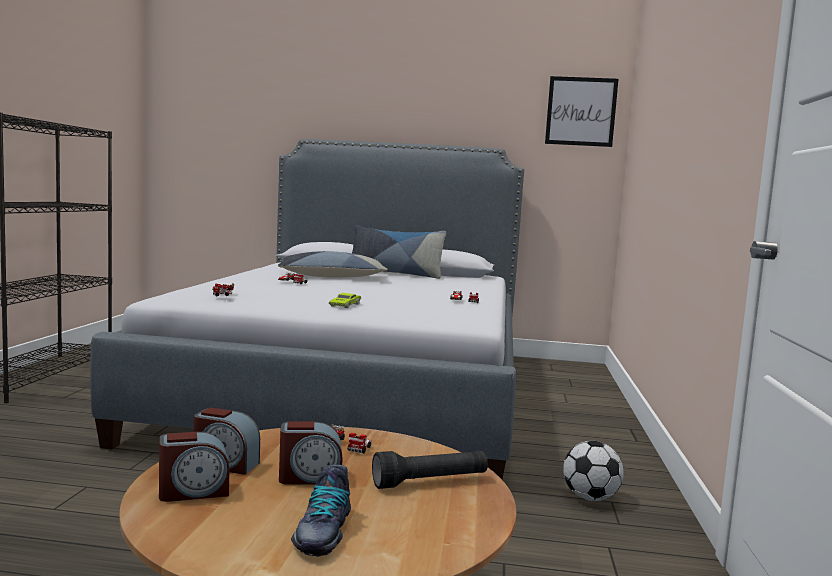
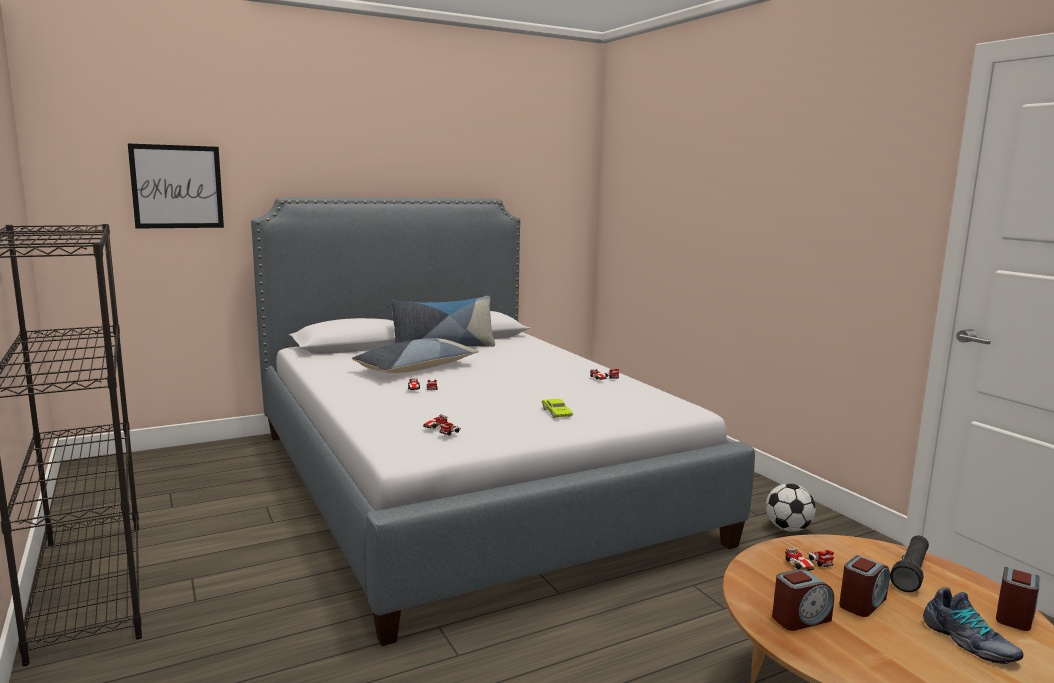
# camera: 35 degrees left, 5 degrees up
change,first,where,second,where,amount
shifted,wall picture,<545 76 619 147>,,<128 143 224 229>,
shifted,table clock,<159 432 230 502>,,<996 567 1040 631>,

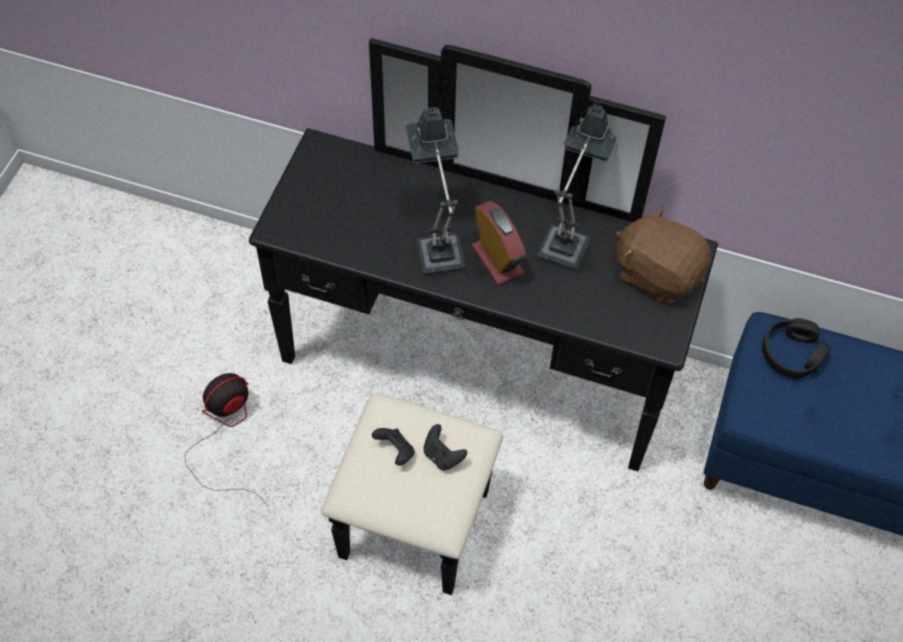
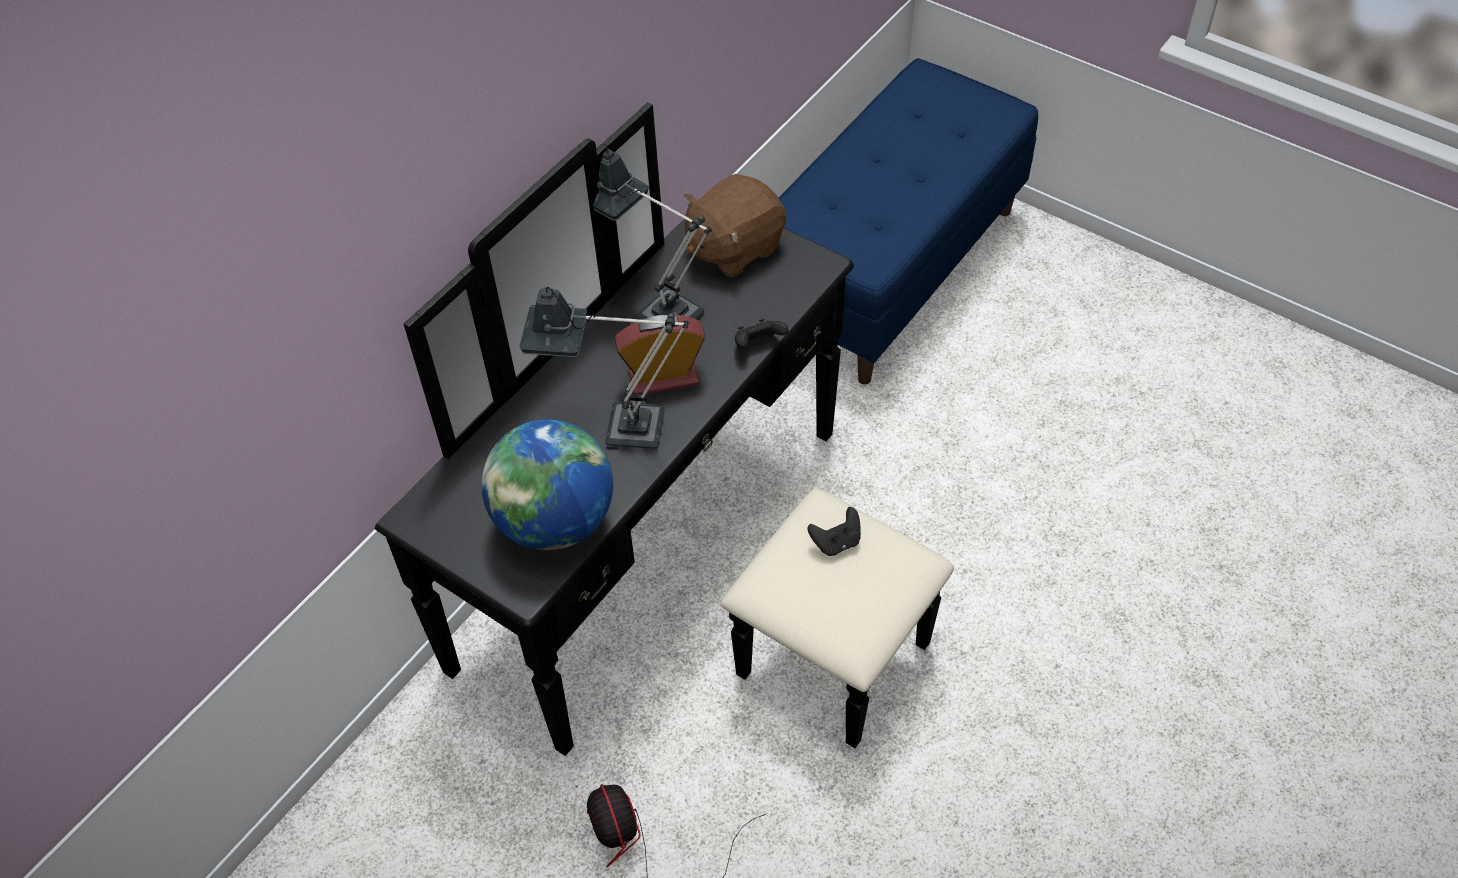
# camera: 70 degrees left, 5 degrees down
change,first,where,second,where,amount
gone,pair of headphones (blackish),<762 318 831 379>,,,
shifted,game controller (blackish),<372 428 415 465>,,<735 319 789 349>,
new,,,desk globe,<481 419 613 550>,

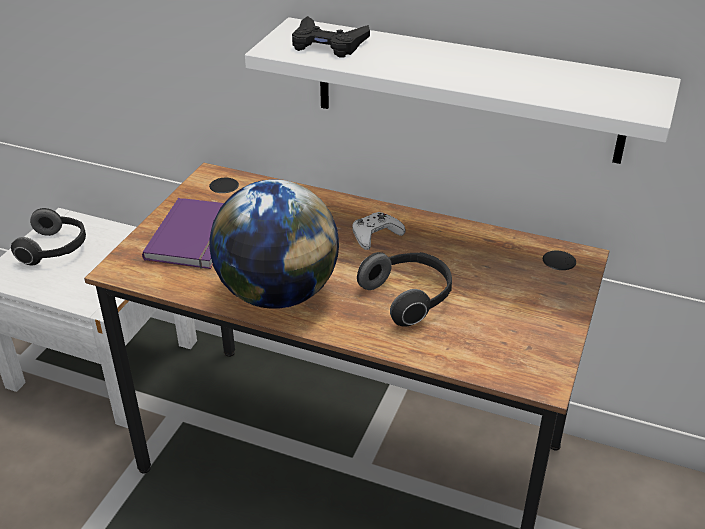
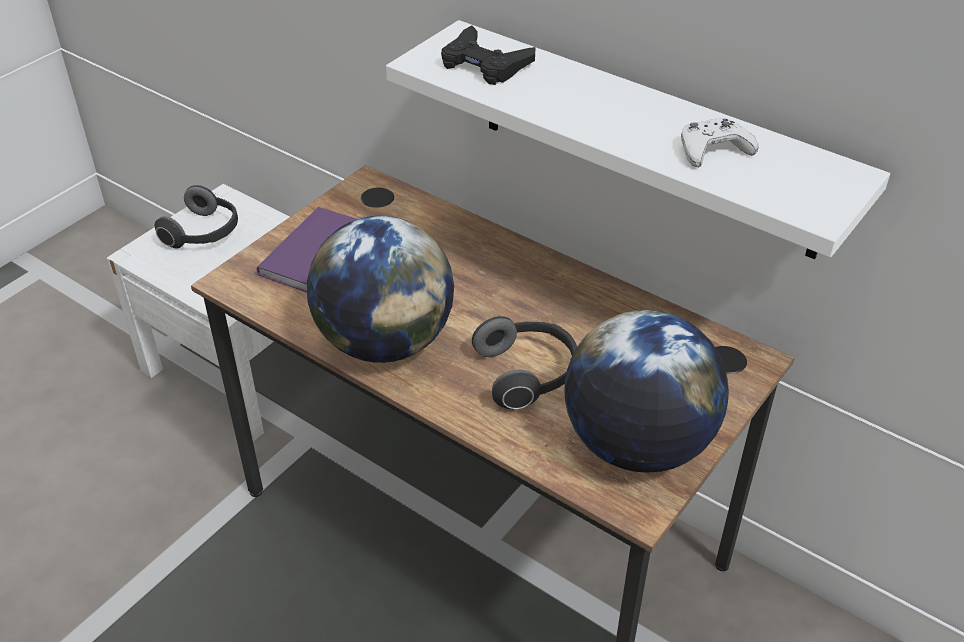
# camera: 15 degrees right, 5 degrees up
change,first,where,second,where,amount
shifted,game controller (white-coloured),<352 212 406 250>,,<681 118 759 167>,
new,,,desk globe,<564 310 729 473>,

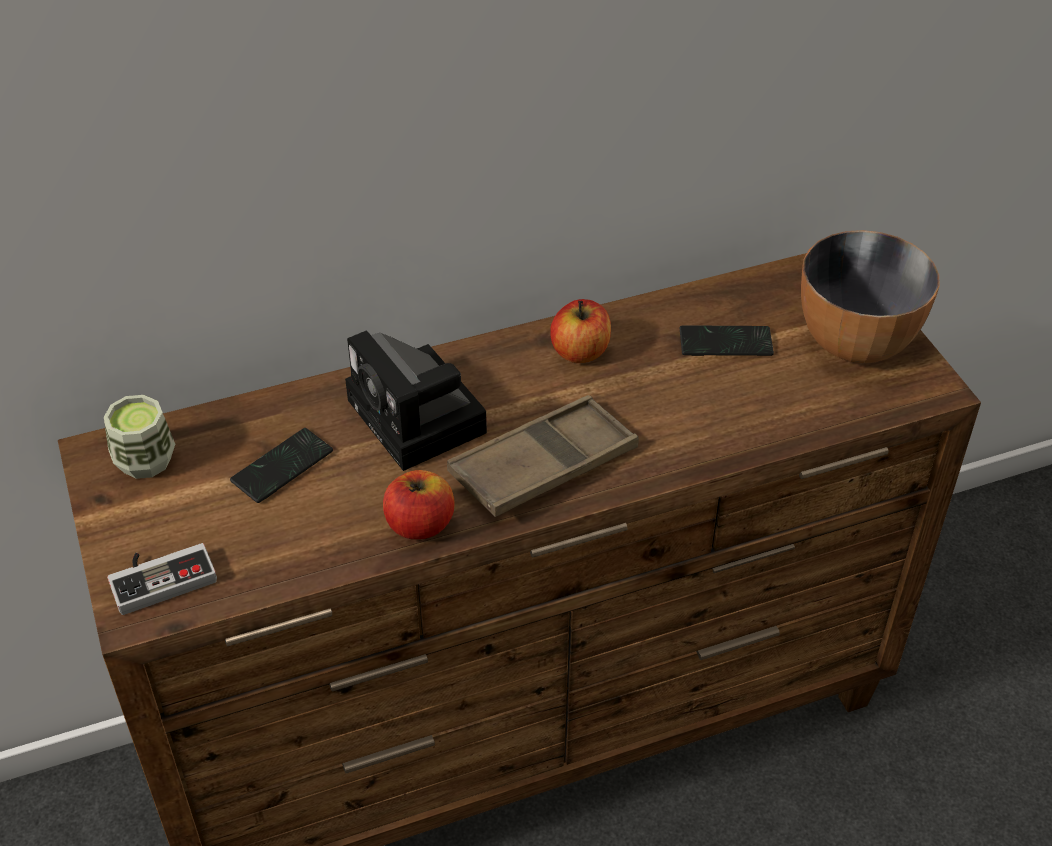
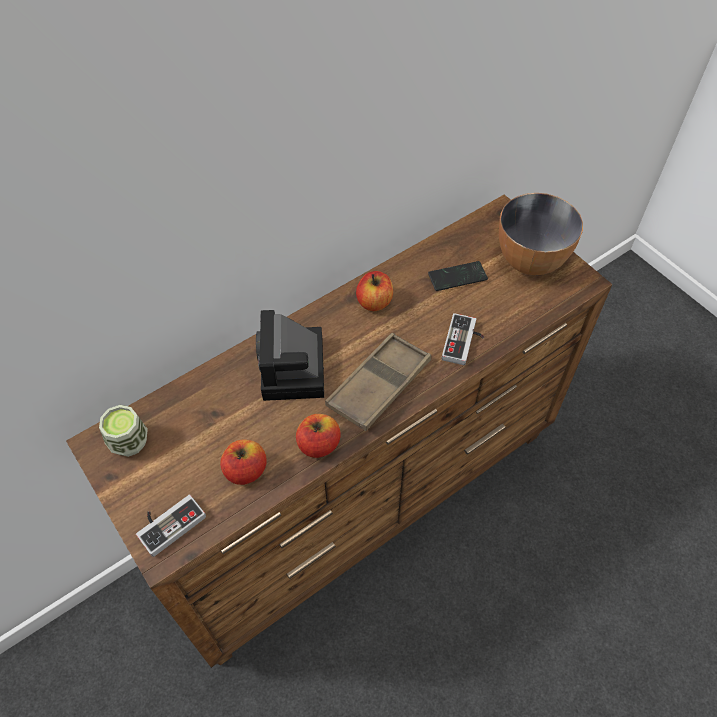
# camera: 15 degrees left, 10 degrees up
change,first,where,second,where,amount
rotated,photo camera,<345 331 487 471>,,<256 310 324 401>,45 degrees clockwise
gone,phone,<230 428 333 503>,,,
new,,,game controller,<442 313 484 365>,
new,,,whole apple,<220 439 267 485>,

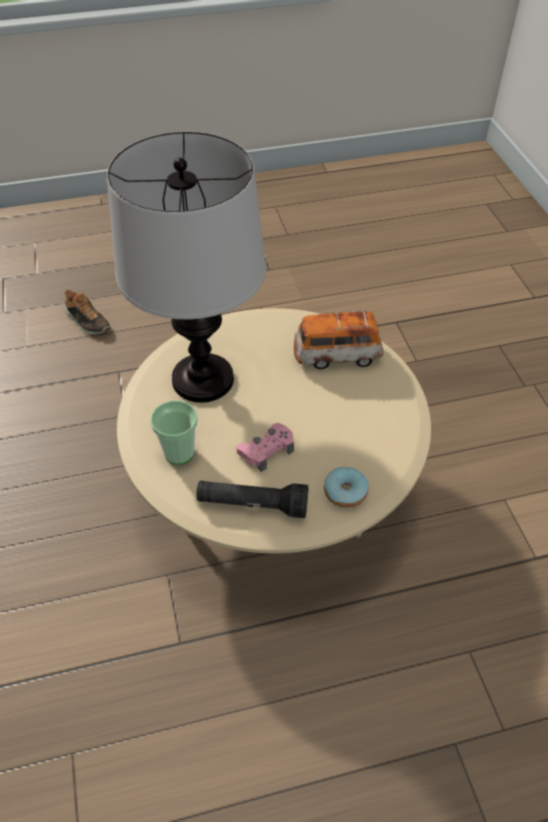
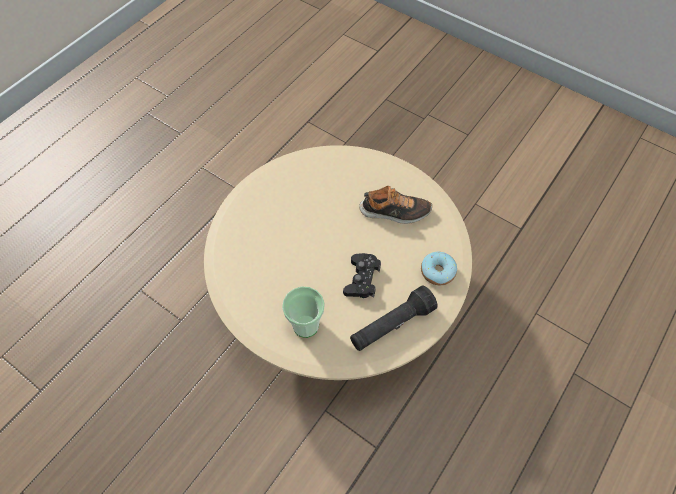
# camera: 40 degrees left, 10 degrees up
change,first,where,second,where,amount
gone,tabletop lamp,<107 132 266 403>,,,
shifted,low shoe,<65 290 111 334>,,<359 186 432 224>,
gone,model car,<294 310 383 369>,,,
repainted,game controller (pinkish),<236 423 294 472>,game controller (blackish),<343 253 381 298>,

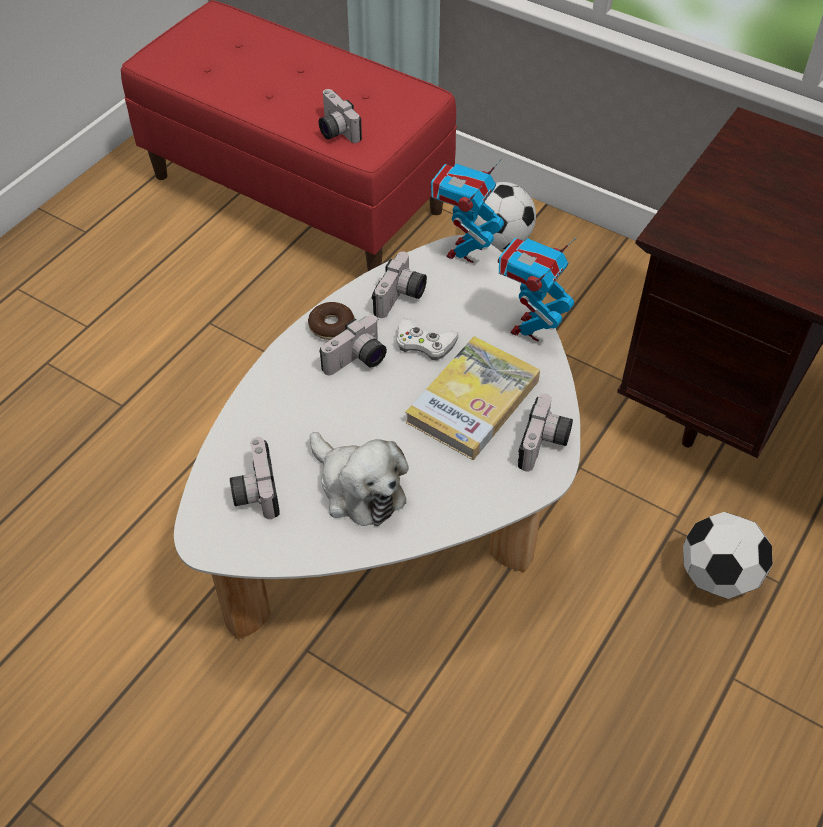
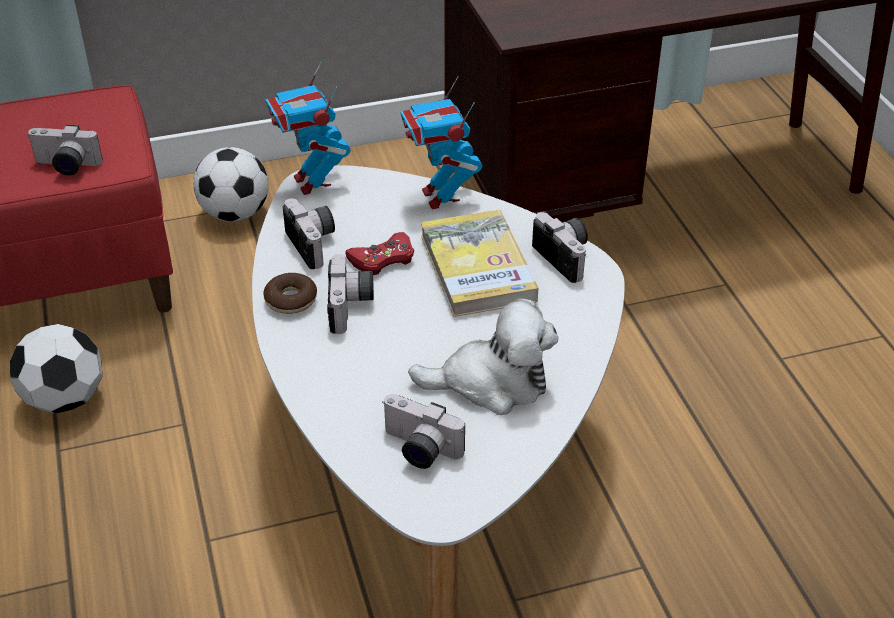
# camera: 50 degrees left, 10 degrees down
change,first,where,second,where,amount
repainted,game controller (white-coloured),<396 318 458 360>,game controller (reddish),<345 232 414 275>,
shifted,football ball,<683 512 773 599>,,<10 324 102 414>,

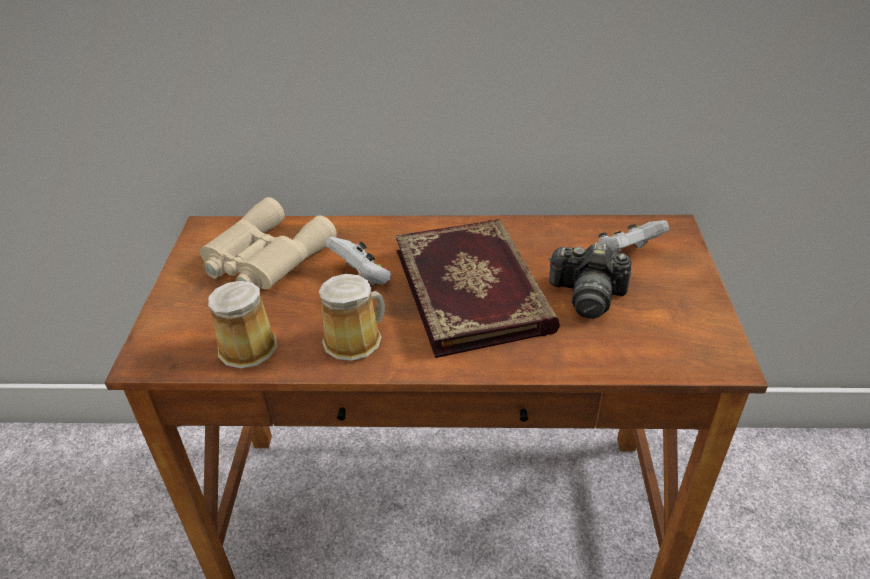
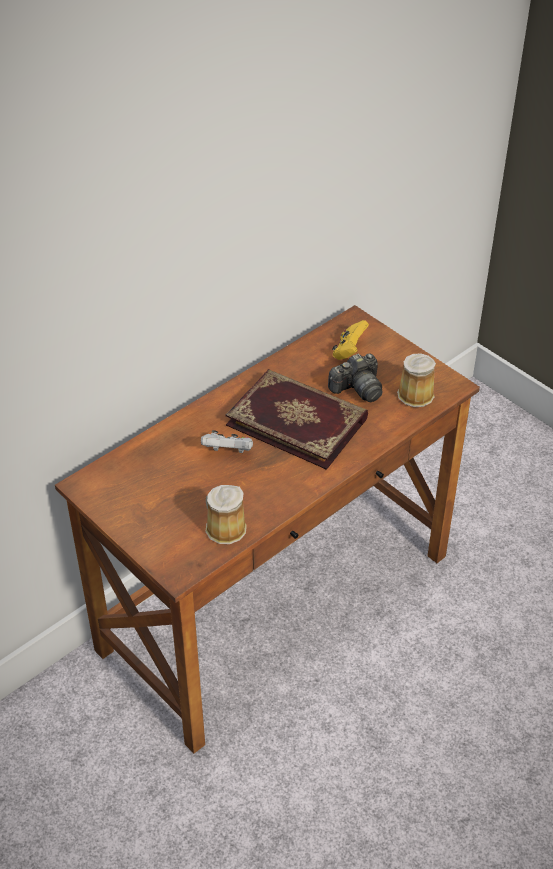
# camera: 45 degrees left, 5 degrees up
change,first,where,second,where,amount
gone,pair of binoculars (sand-coloured),<200 197 337 289>,,,
repainted,game controller (white-coloured),<597 220 669 255>,game controller (yellow-coloured),<332 320 369 360>,
shifted,coffee mug,<319 274 385 361>,,<397 353 436 407>,

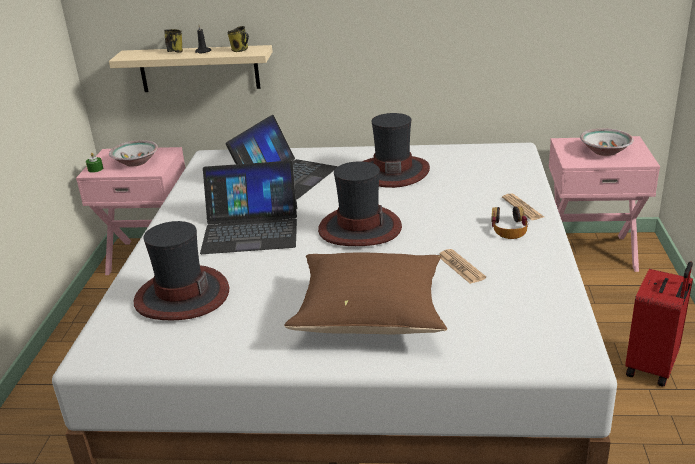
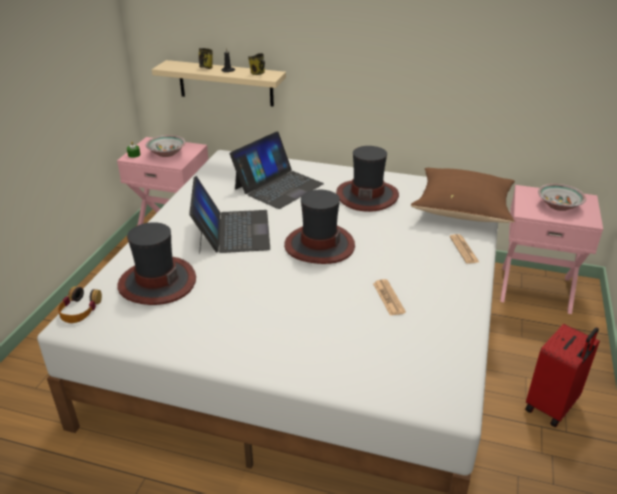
# camera: 10 degrees right, 5 degrees up
change,first,where,second,where,amount
rotated,portable computer,<200 161 297 254>,,<189 176 270 254>,105 degrees counterclockwise
shifted,pair of headphones,<491 206 528 239>,,<58 286 102 323>,
shifted,throw pillow (brown-coloured),<284 253 447 334>,,<411 168 515 223>,

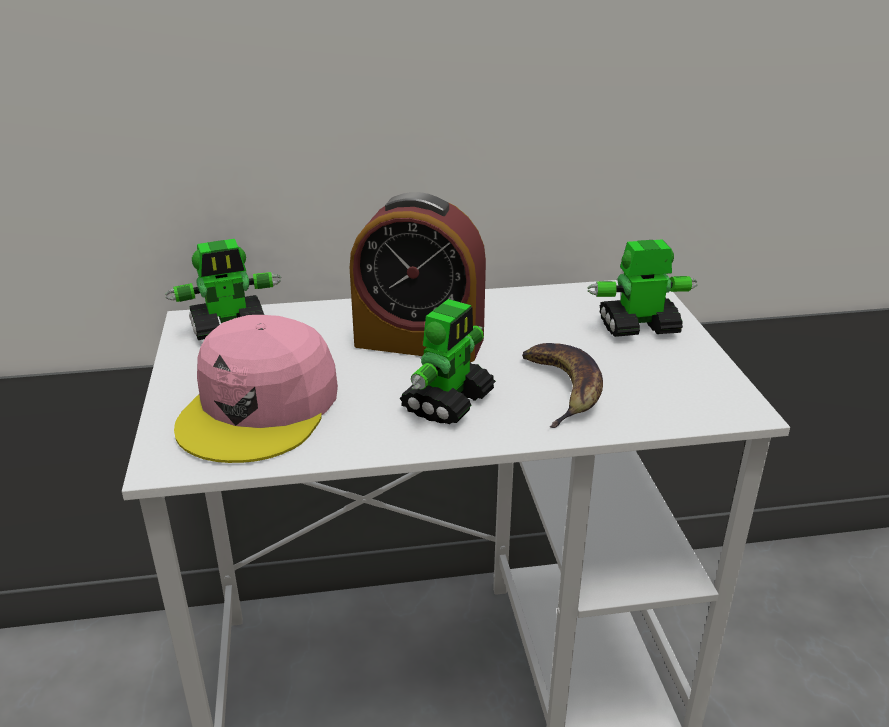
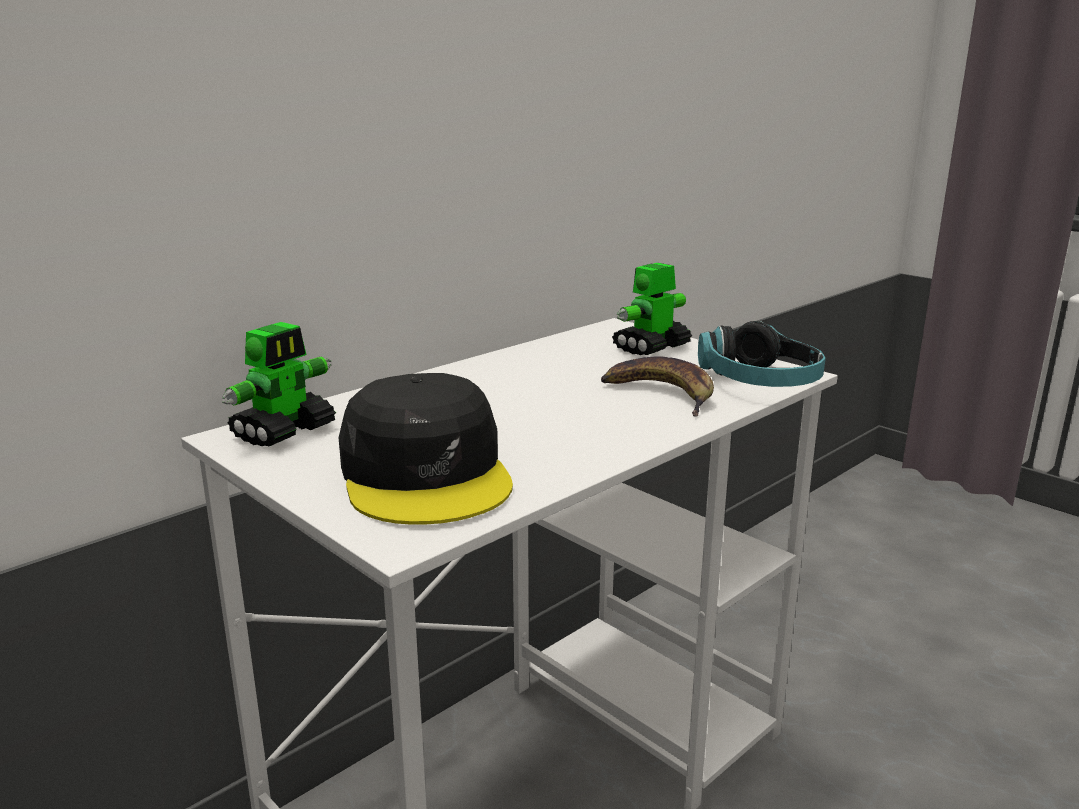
# camera: 35 degrees left, 10 degrees down
change,first,where,second,where,amount
gone,table clock,<350 192 486 362>,,,
gone,toy robot,<400 299 496 424>,,,
repainted,peaked cap (pinkish),<174 315 338 463>,peaked cap (blackish),<339 373 513 524>,
new,,,pair of headphones,<698 321 826 387>,

